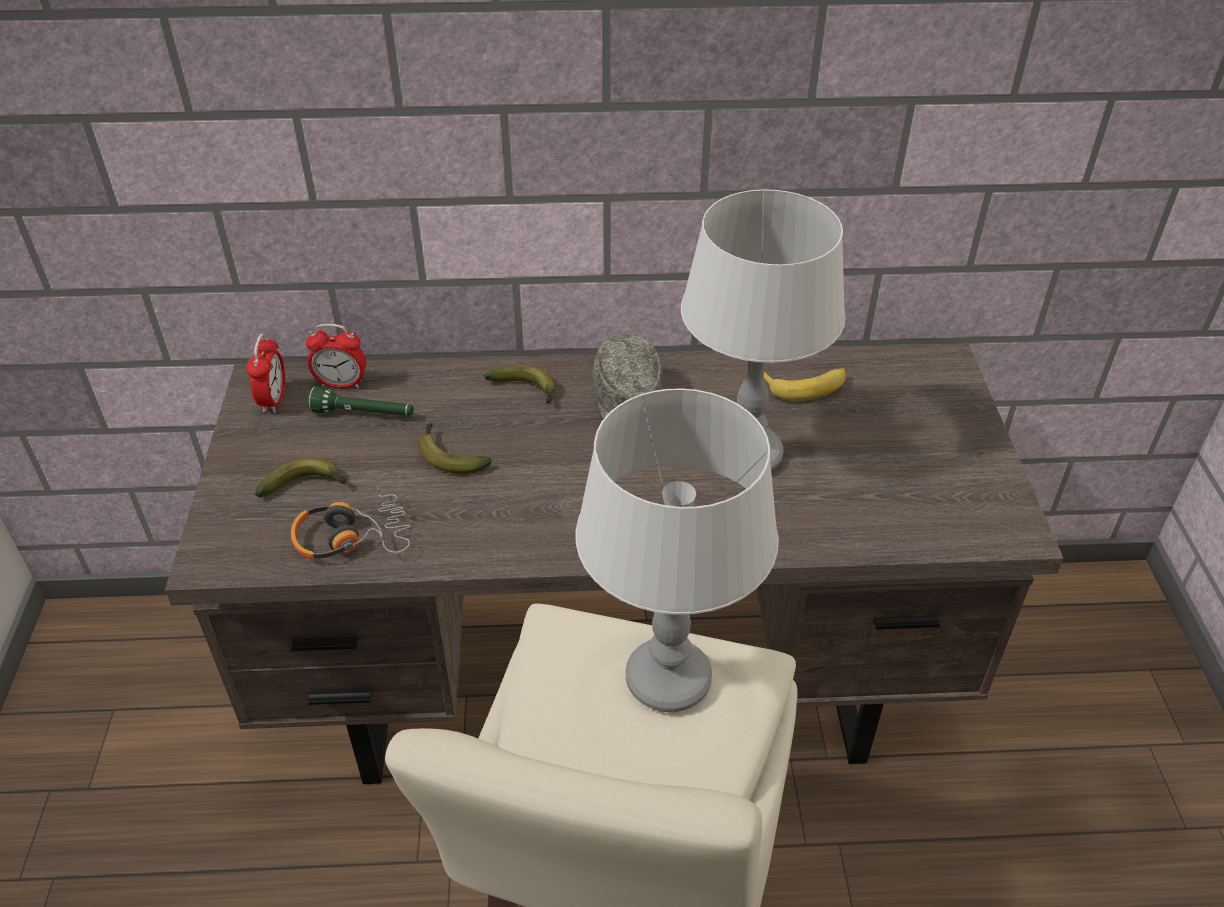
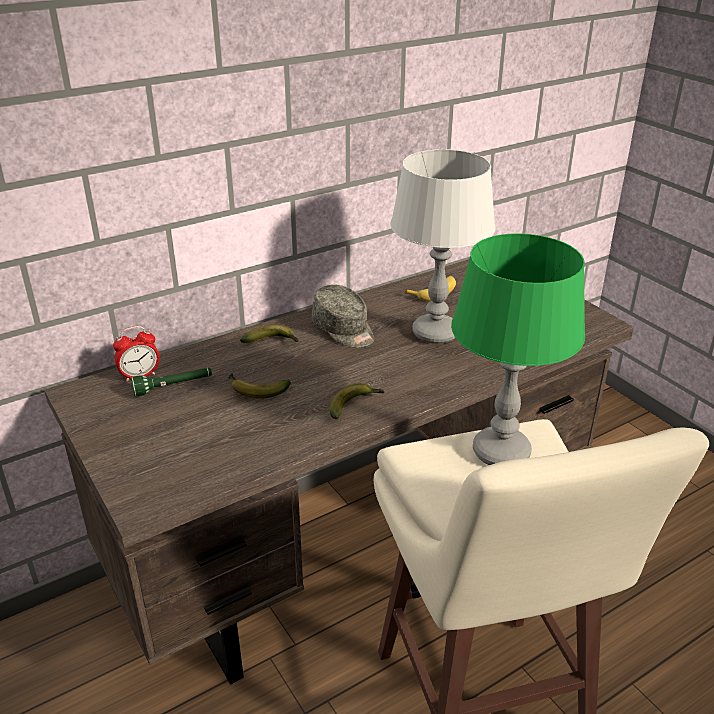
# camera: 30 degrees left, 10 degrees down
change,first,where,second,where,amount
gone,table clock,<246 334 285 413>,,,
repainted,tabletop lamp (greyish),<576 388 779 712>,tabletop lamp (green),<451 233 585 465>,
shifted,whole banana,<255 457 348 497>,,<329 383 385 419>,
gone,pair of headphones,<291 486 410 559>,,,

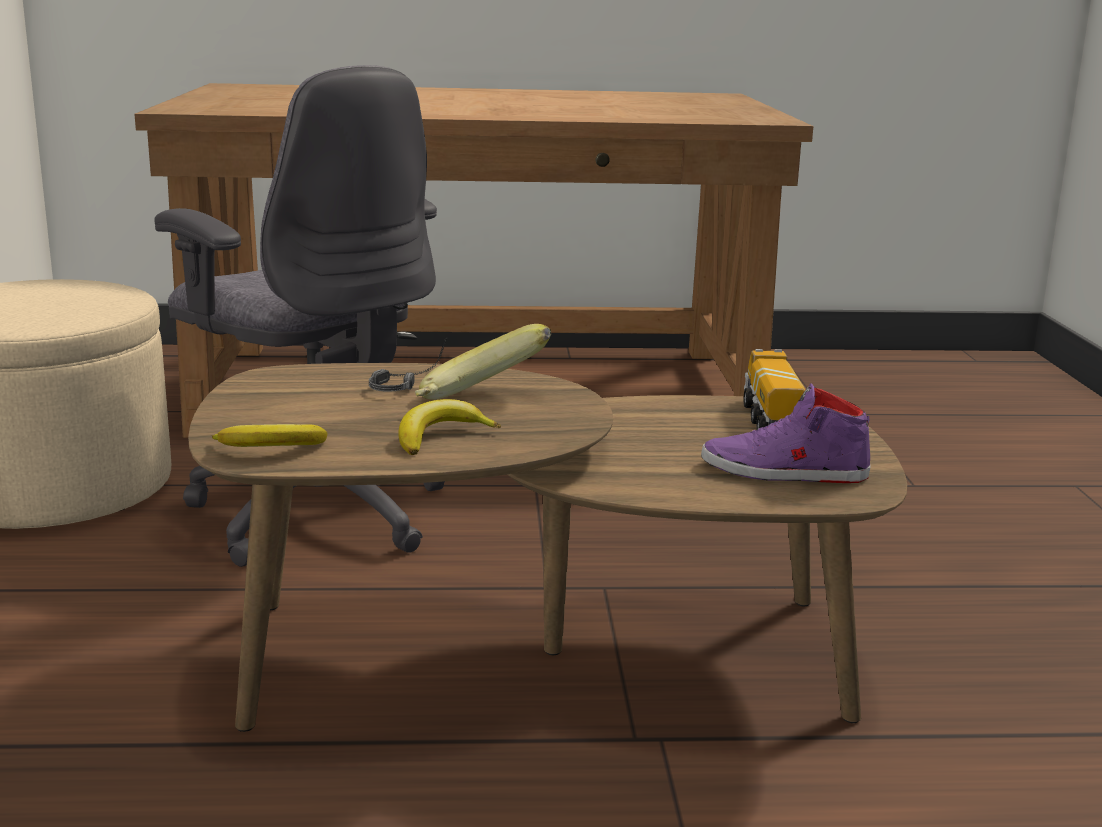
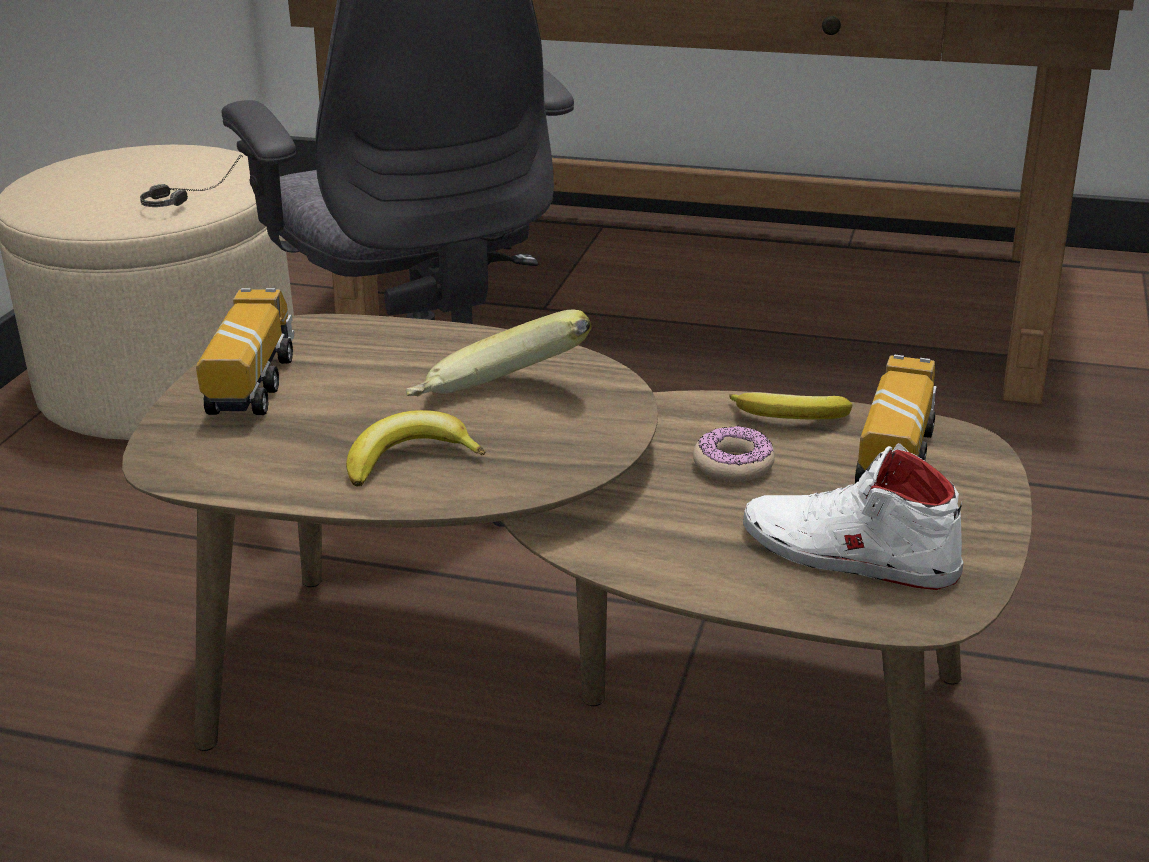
# camera: 20 degrees right, 10 degrees up
change,first,where,second,where,amount
shifted,pair of headphones,<369 337 448 392>,,<140 155 243 207>,
repainted,low shoe (purple),<701 383 870 483>,low shoe (white-coloured),<743 443 964 590>,
shifted,whole banana,<212 424 327 447>,,<729 392 852 420>,
new,,,model truck,<196 288 294 415>,
new,,,doughnut,<693 426 775 482>,

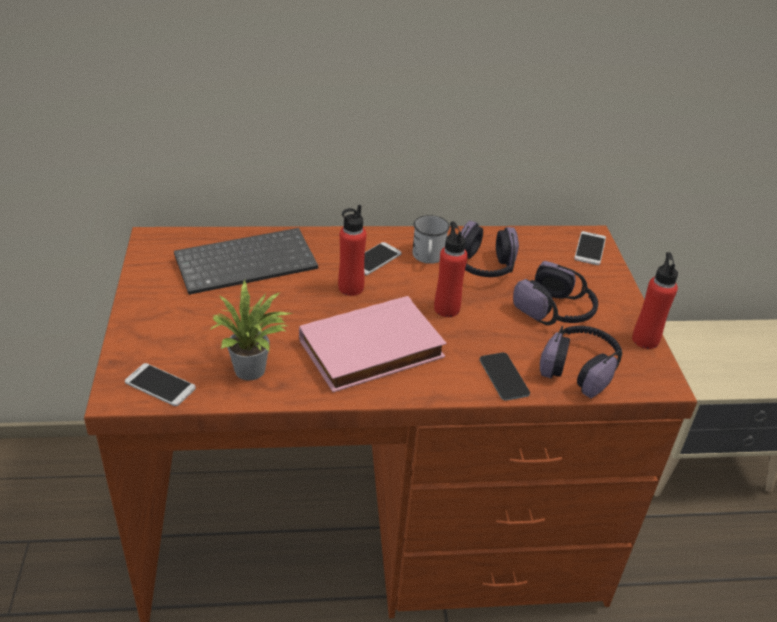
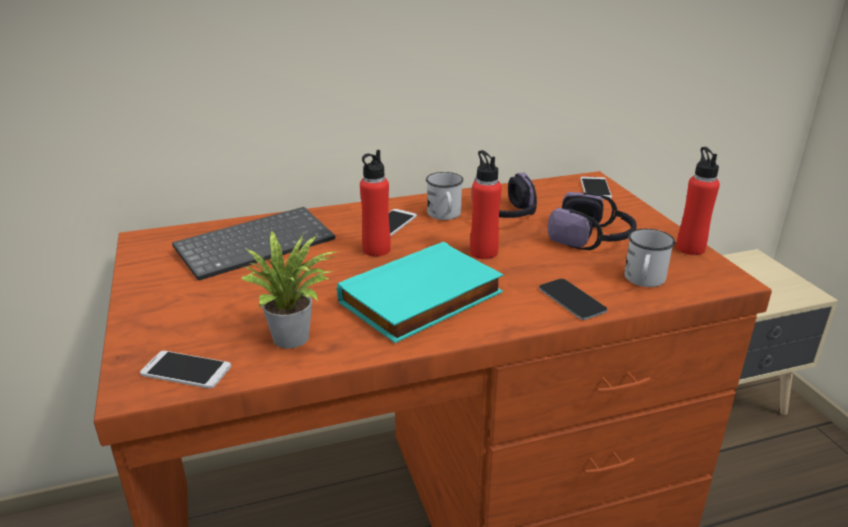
# camera: 10 degrees left, 10 degrees down
change,first,where,second,where,amount
repainted,volume (pinkish),<299 296 447 392>,volume (turquoise),<337 242 504 343>,
swapped,pair of headphones,<540 326 622 398>,coffee mug (white-coloured),<624 229 675 287>,

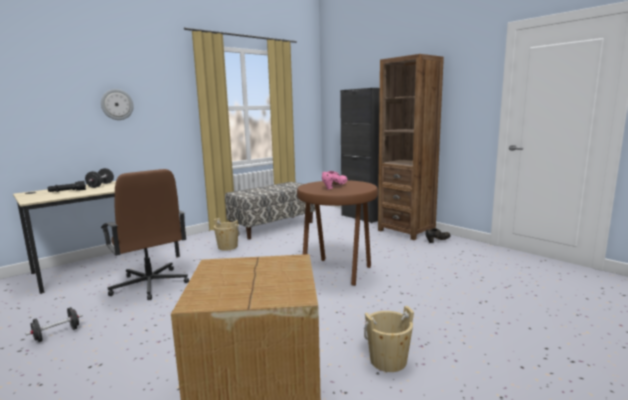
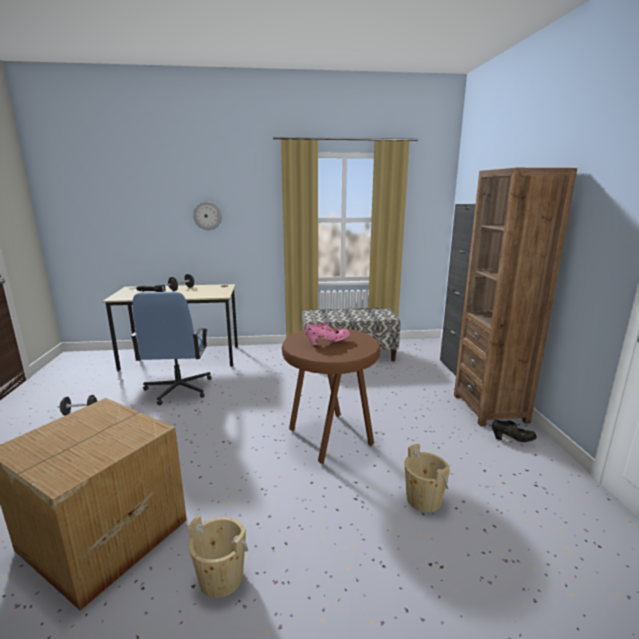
# camera: 35 degrees right, 5 degrees up
change,first,where,second,where,amount
repainted,office chair (brown-coloured),<101 169 189 300>,office chair (blue-coloured),<131 292 211 405>,
shifted,pail (sand-coloured),<214 218 240 251>,,<405 444 450 512>,

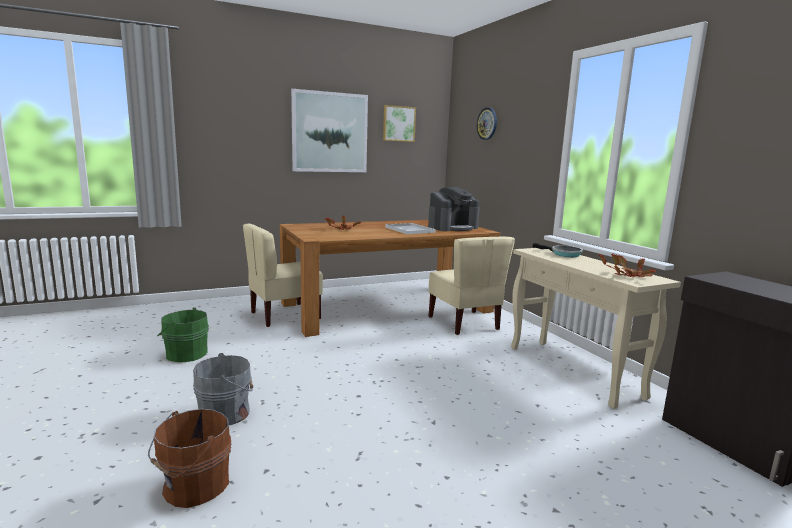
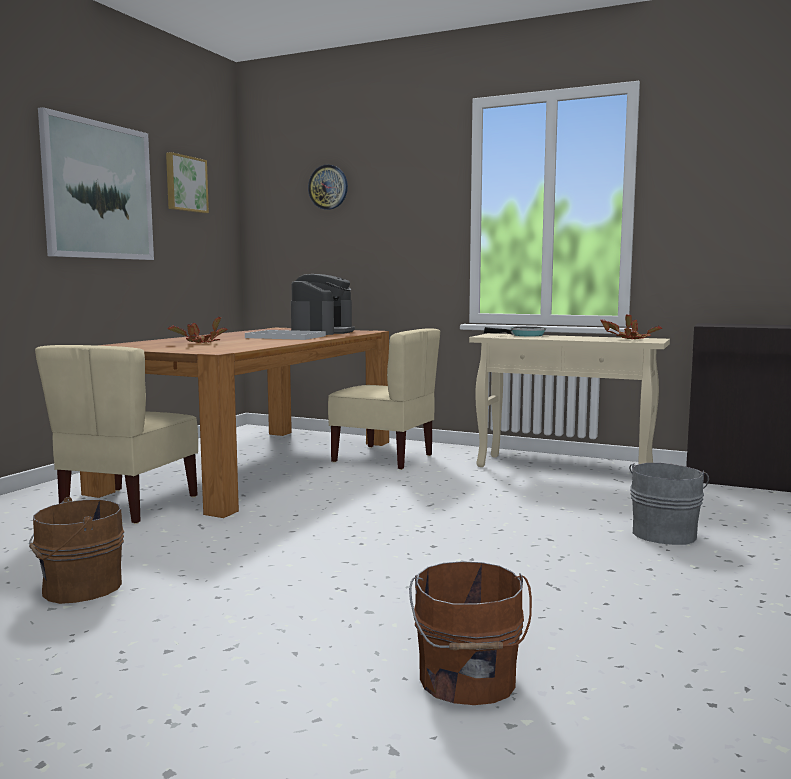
# camera: 40 degrees left, 5 degrees down
change,first,where,second,where,amount
repainted,pail (green),<157 307 209 362>,pail (brown-coloured),<29 497 124 604>,
shifted,pail (greyish),<193 353 253 425>,,<629 463 709 545>,

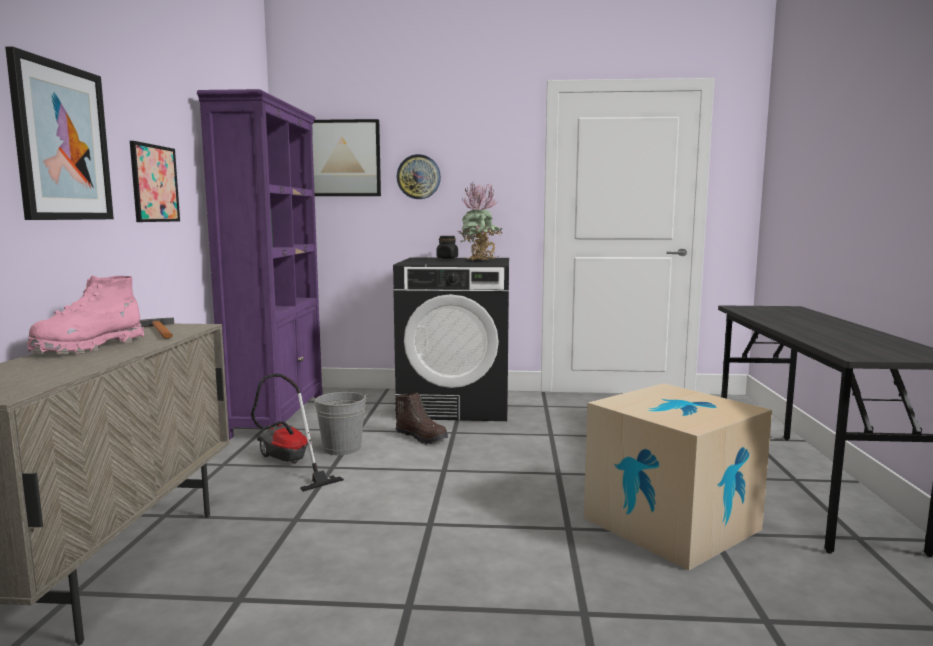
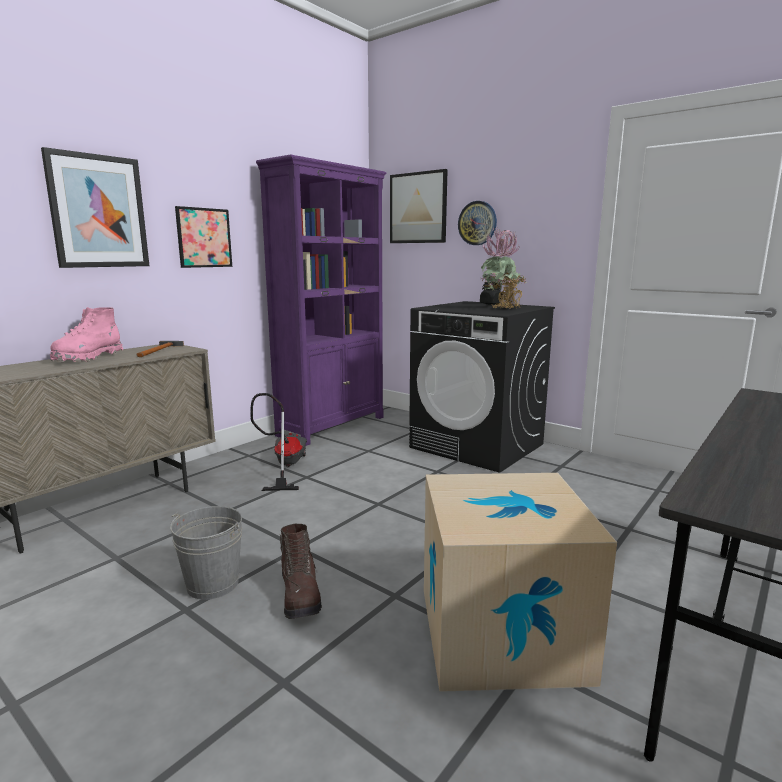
# camera: 35 degrees right, 5 degrees up
change,first,where,second,where,amount
rotated,high-top boot (pinkish),<27 275 144 354>,,<49 307 123 362>,45 degrees counterclockwise
shifted,pail (greyish),<311 392 370 455>,,<170 506 242 600>,
shifted,high-top boot (brown-coloured),<395 392 448 445>,,<280 524 322 619>,

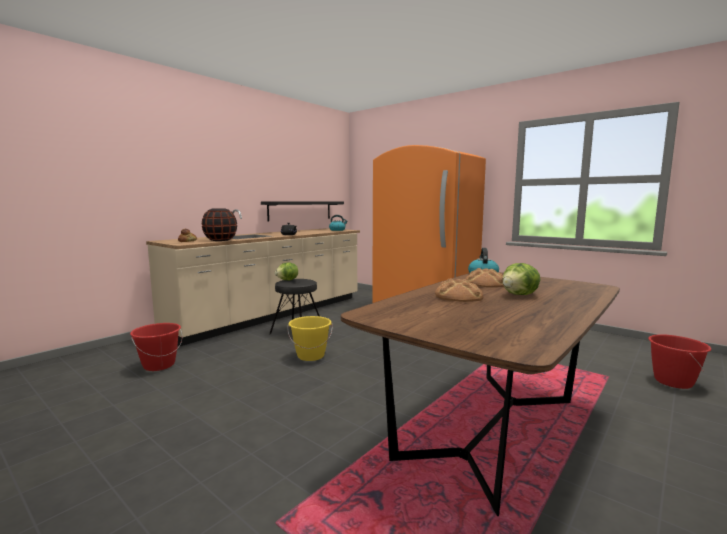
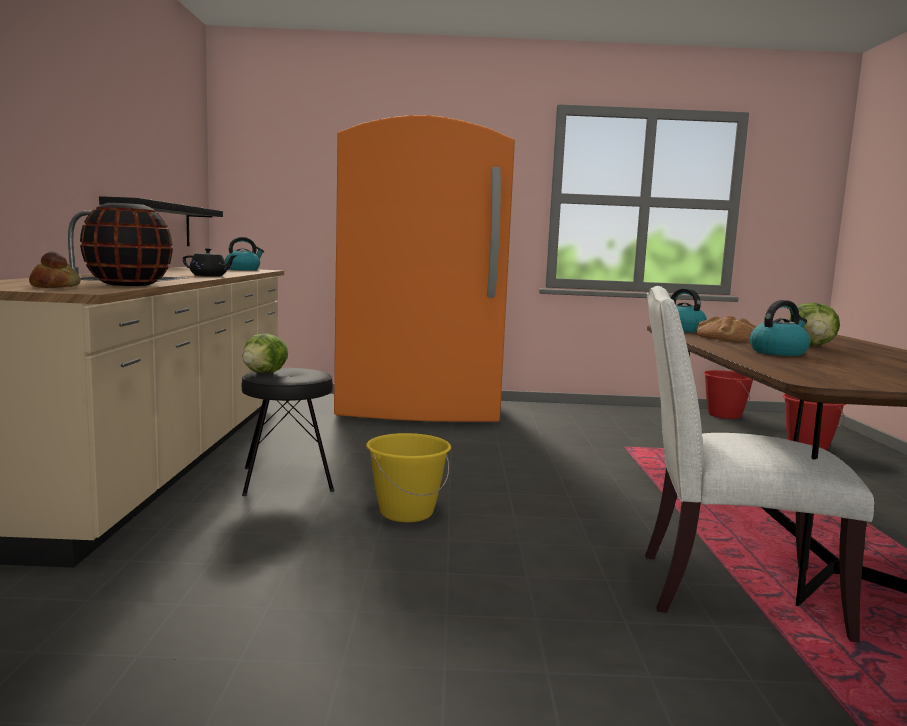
# camera: 40 degrees left, 0 degrees up
change,first,where,second,where,amount
swapped,bakery bread,<435 278 483 302>,tea kettle,<750 300 811 356>,
shifted,pail (reddish),<130 323 182 371>,,<703 370 753 419>,
new,,,chair (white-coloured),<645 286 874 643>,

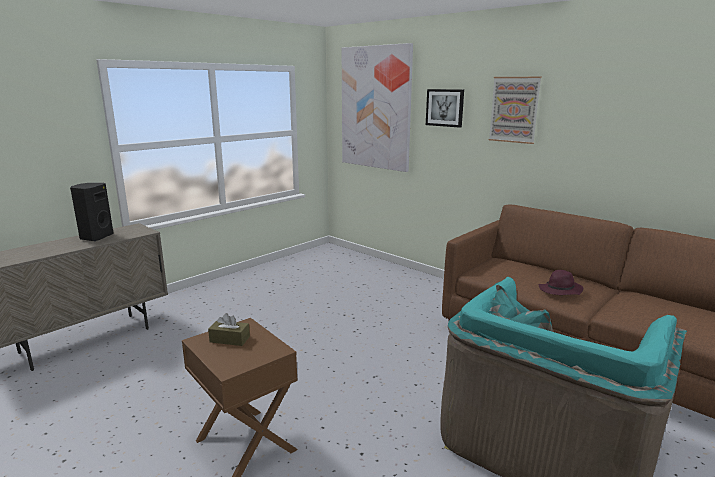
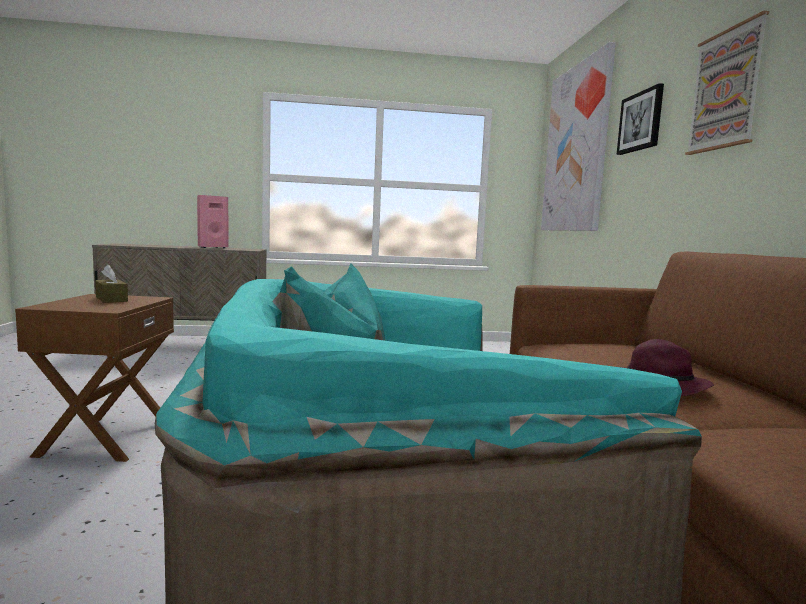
# camera: 40 degrees right, 10 degrees down
change,first,where,second,where,amount
repainted,audio speaker (blackish),<70 183 114 241>,audio speaker (pinkish),<197 195 228 248>,

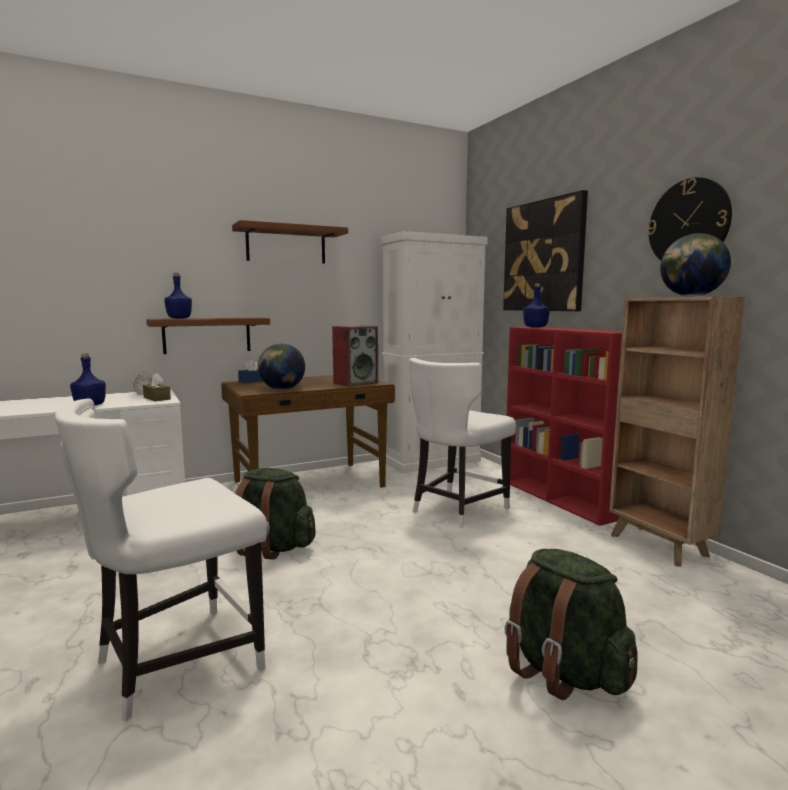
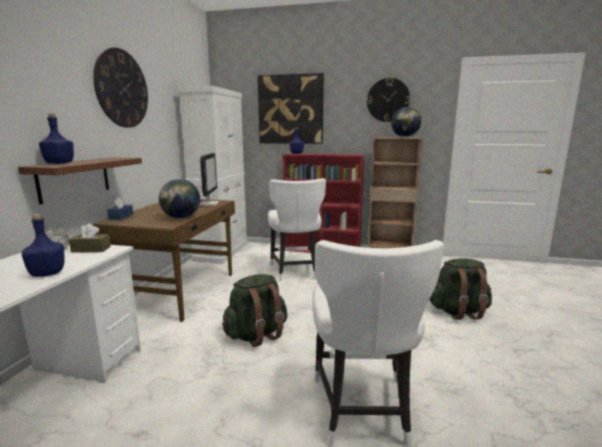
# camera: 50 degrees left, 5 degrees up
change,first,where,second,where,amount
swapped,bracket shelf (brown-coloured),<232 220 348 263>,wall clock,<93 48 148 128>,
swapped,audio speaker,<332 325 378 387>,monitor,<199 153 219 206>,

